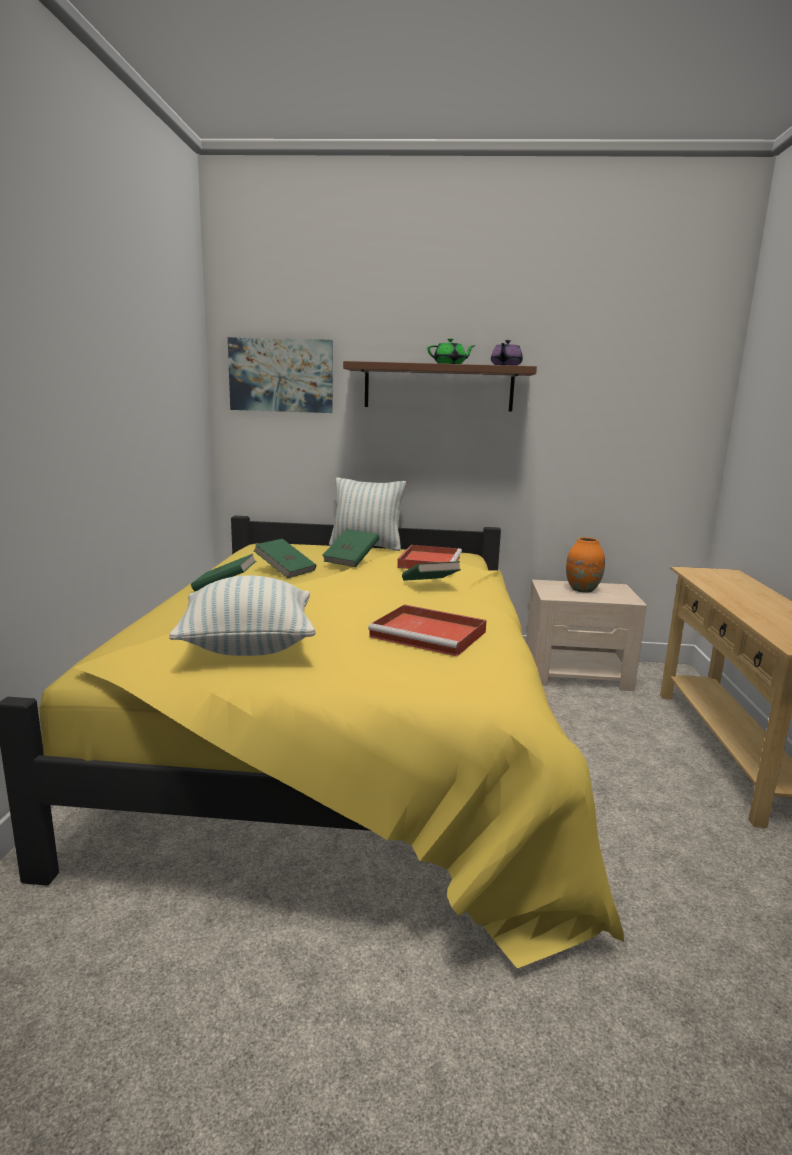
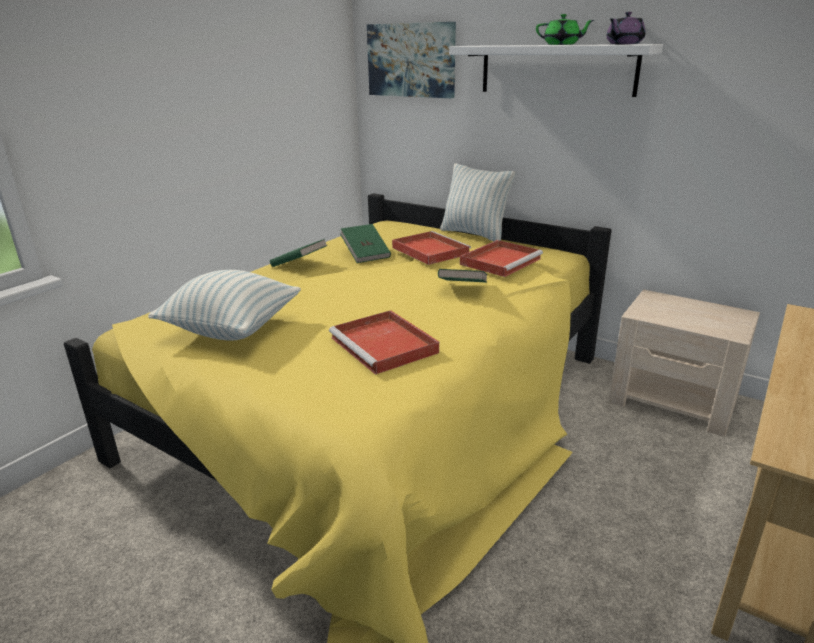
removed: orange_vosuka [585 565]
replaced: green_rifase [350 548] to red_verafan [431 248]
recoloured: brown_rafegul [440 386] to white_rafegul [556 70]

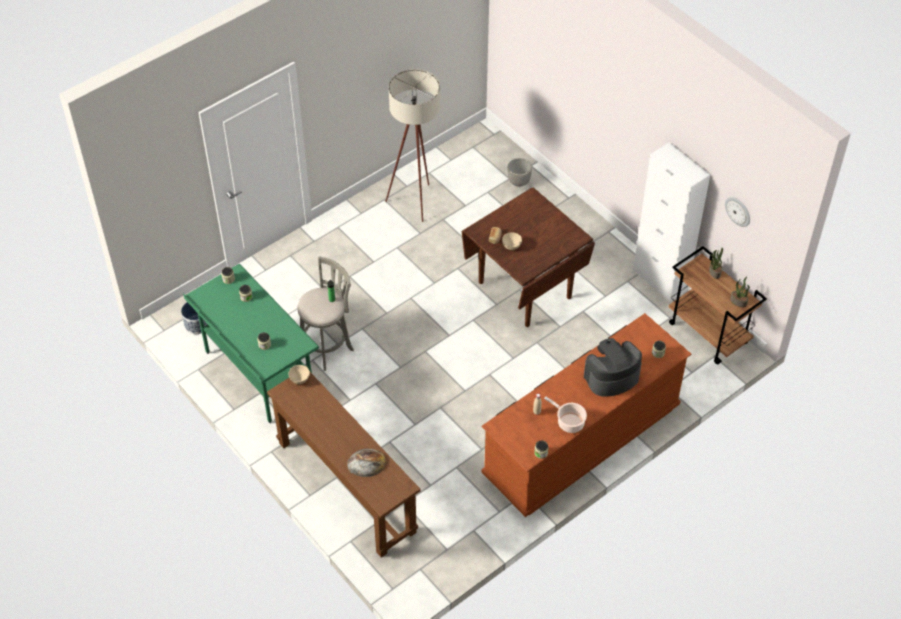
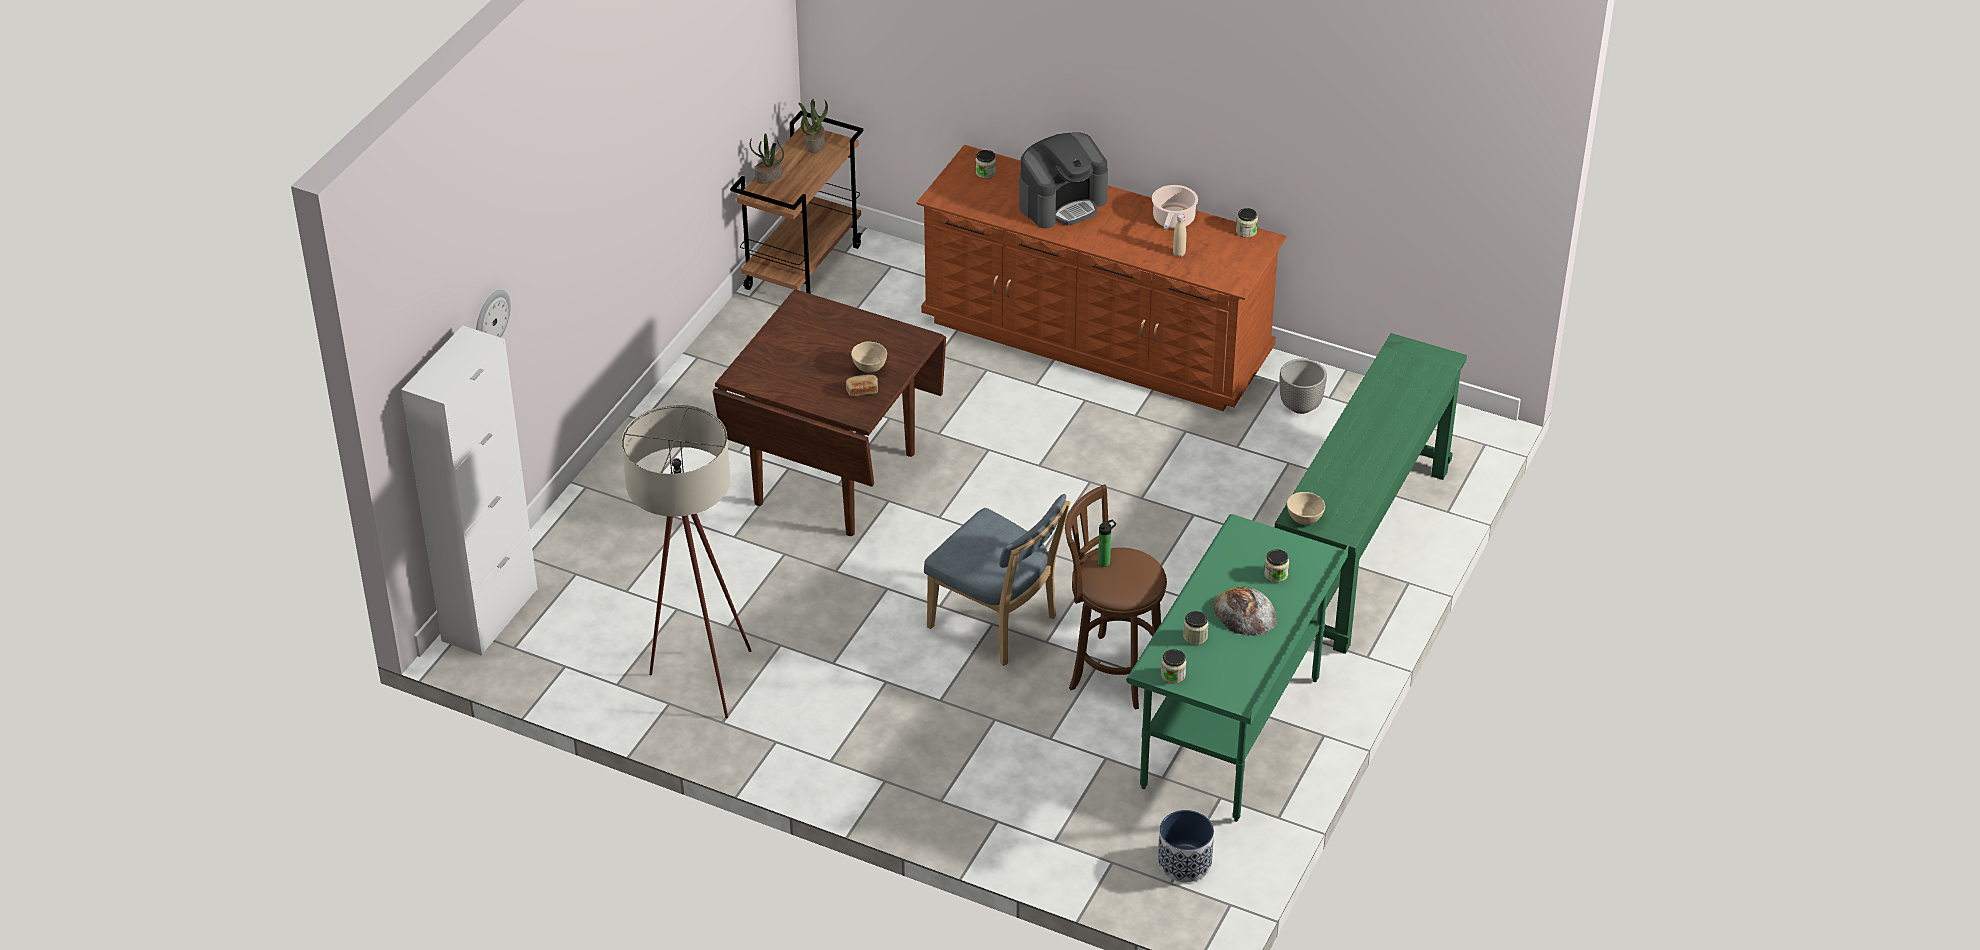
added: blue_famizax [997 580]
moved: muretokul [366 463] to [1245 611]; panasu [519 172] to [1303 386]; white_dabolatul [671 223] to [469 490]; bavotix [737 212] to [493 314]
recoloured: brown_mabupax [344 465] to green_mabupax [1371 493]; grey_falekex [325 314] to brown_falekex [1116 597]
turned: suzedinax [613 367] = [1063 180] 75 degrees counterclockwise

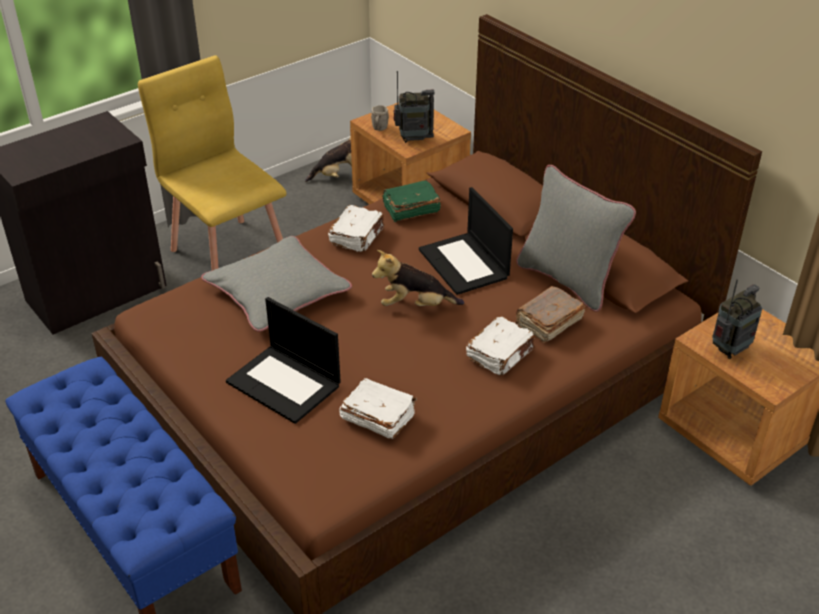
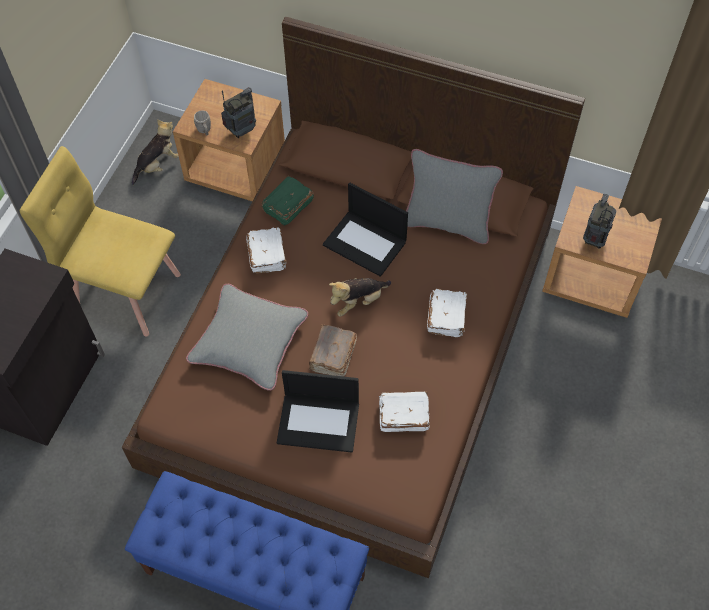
moved: brown_rifase [550 314] to [333 351]

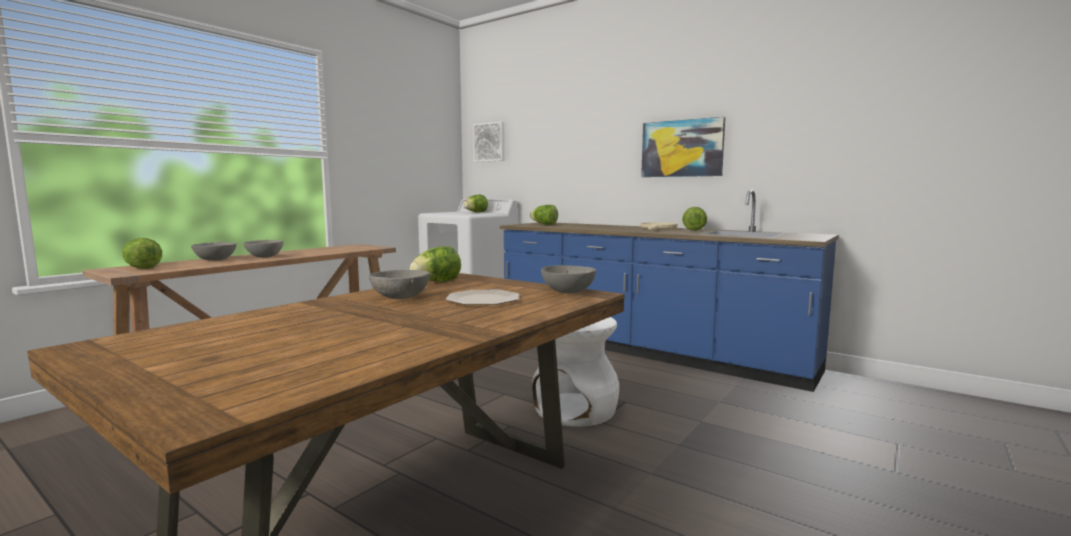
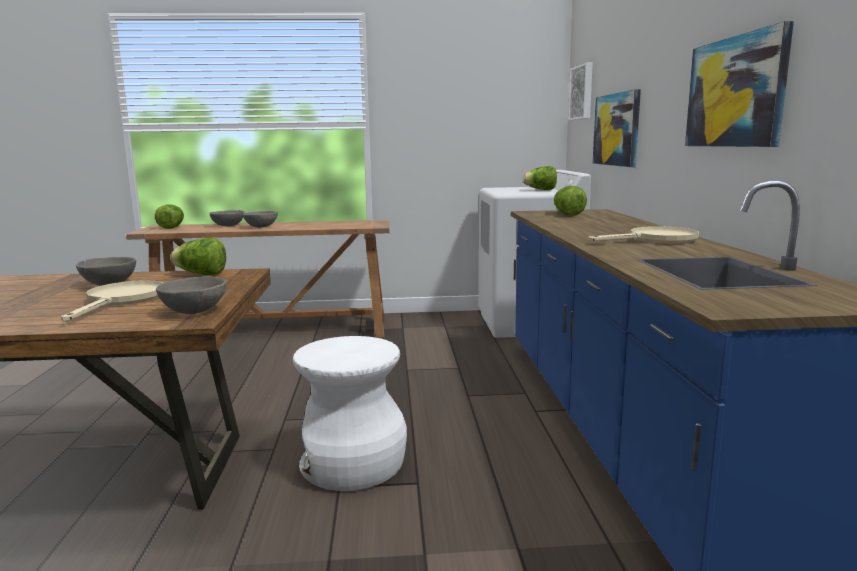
removed: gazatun [694 218]
added: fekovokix [617 128]
replaced: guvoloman [482 297] to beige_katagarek [112 301]

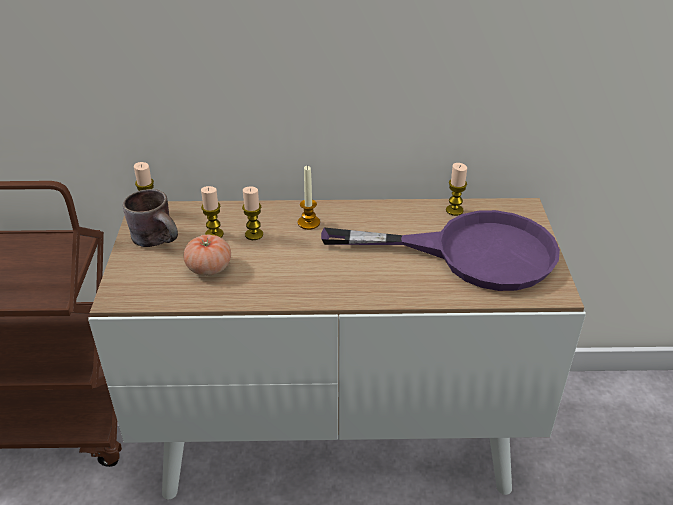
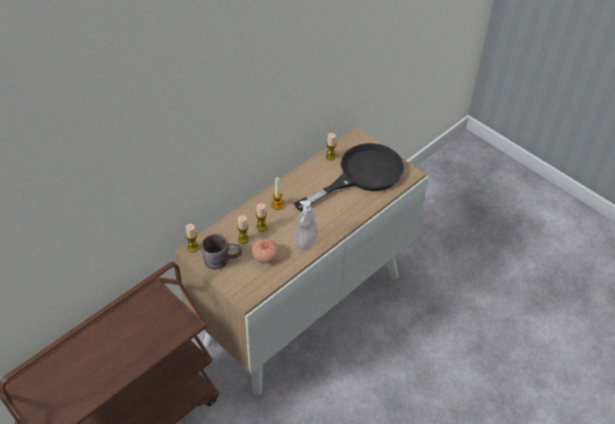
added: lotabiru [306 225]
recoloured: purple_katagarek [440 250] to black_katagarek [348 177]

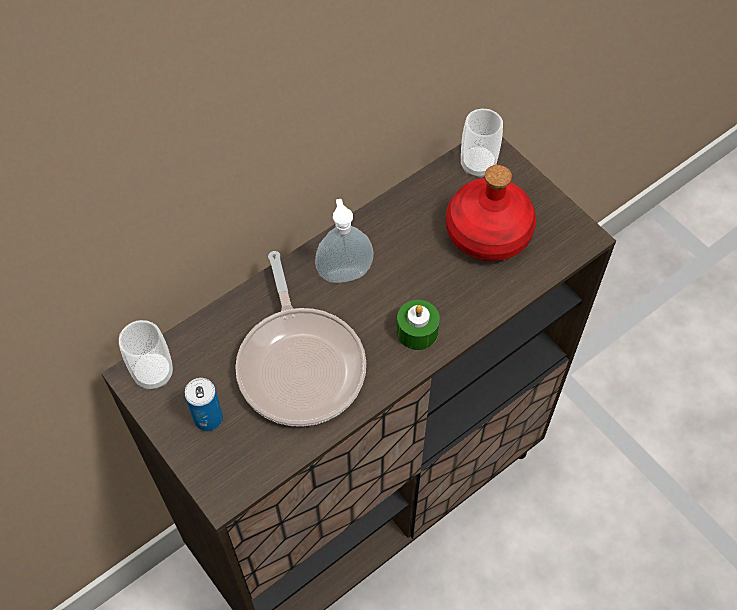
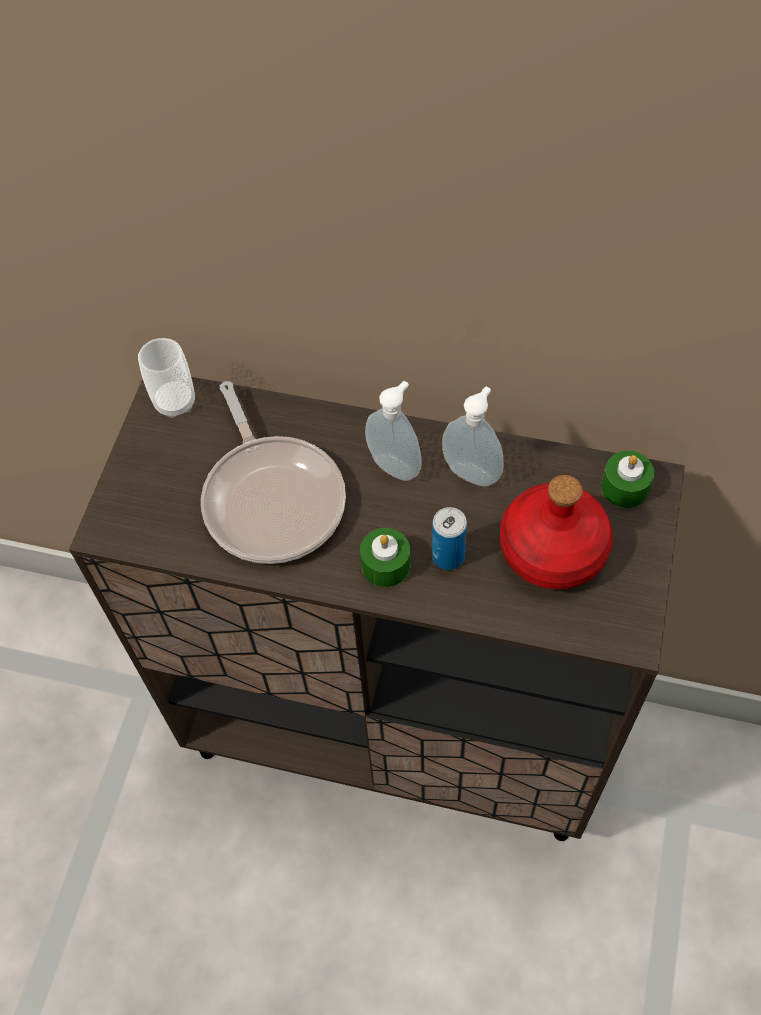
added: lotabiru [473 436]
moved: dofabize [204 404] to [449 538]
replaced: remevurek [482 143] to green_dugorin [628 479]
turned: katagarek [300 339] = [273 472] 60 degrees counterclockwise

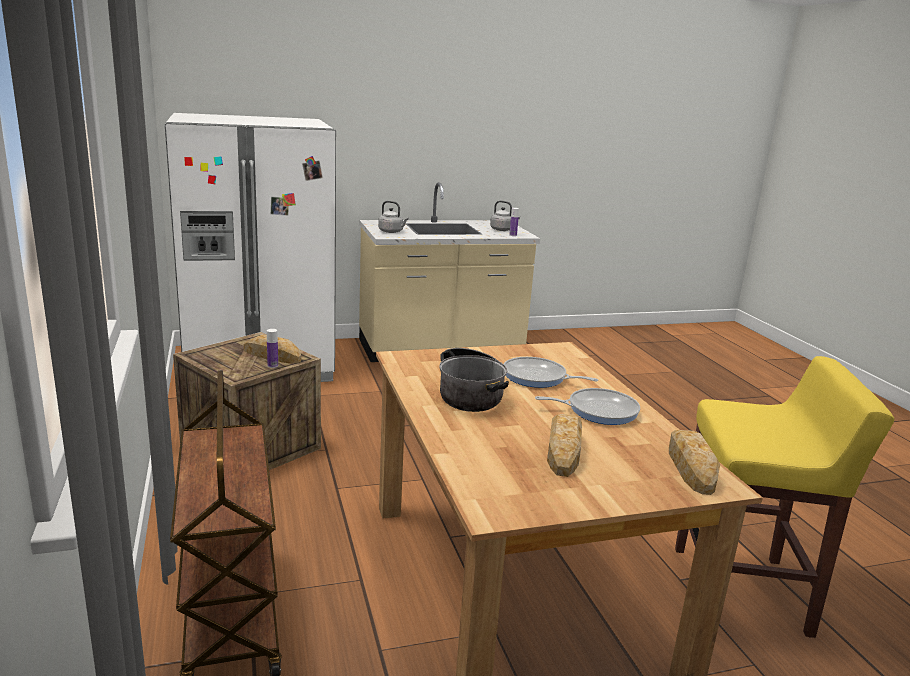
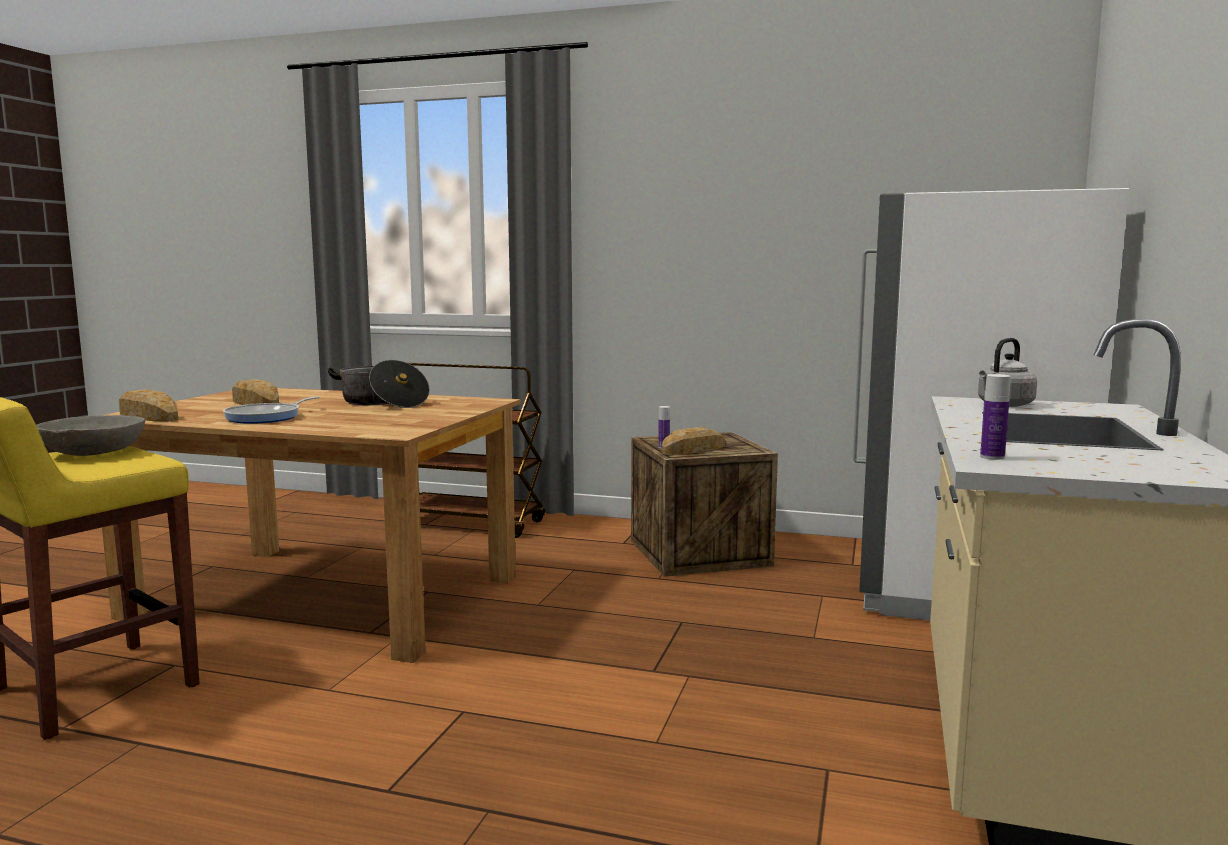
removed: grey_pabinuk [505 216]; katagarek [551 372]
added: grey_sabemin [90 435]

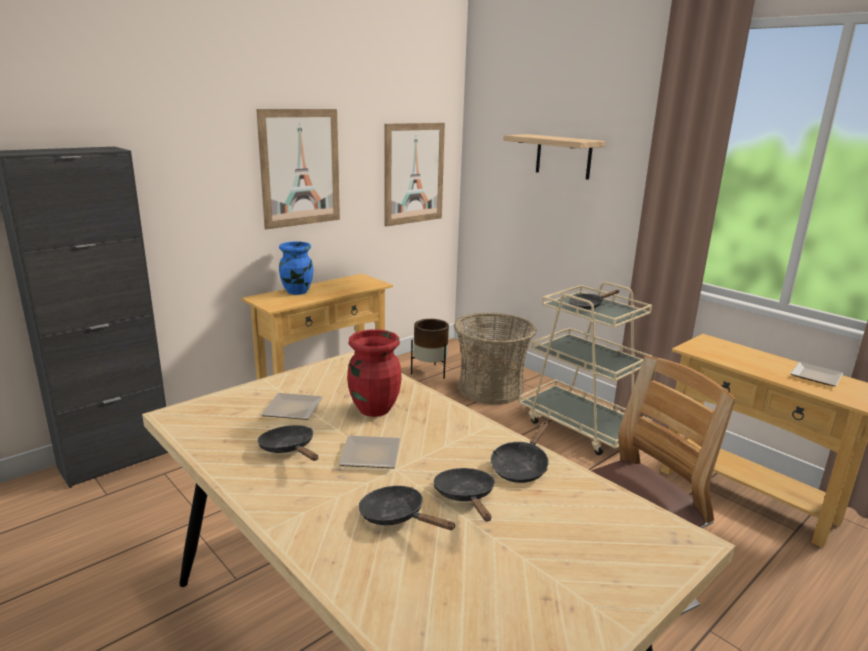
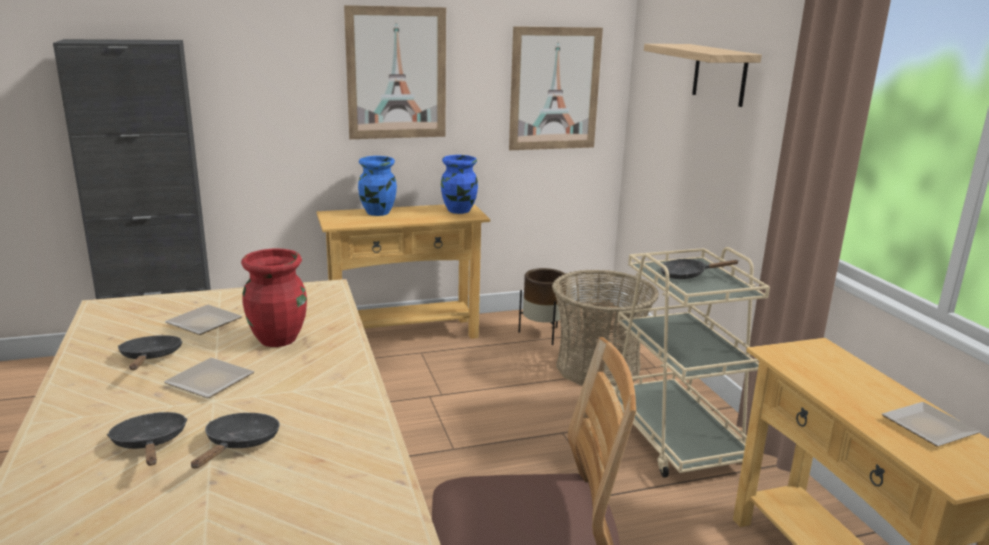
removed: black_katagarek [520 452]
added: blue_vosuka [459 184]

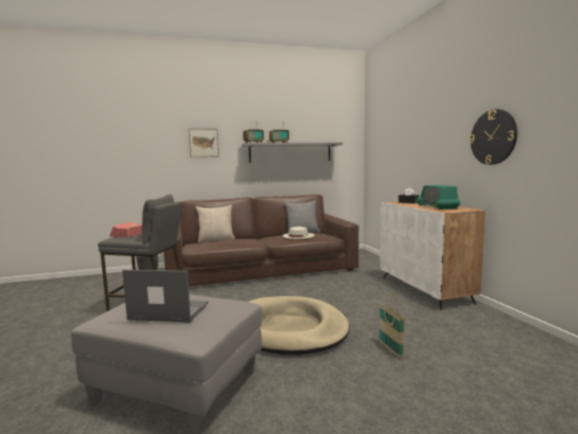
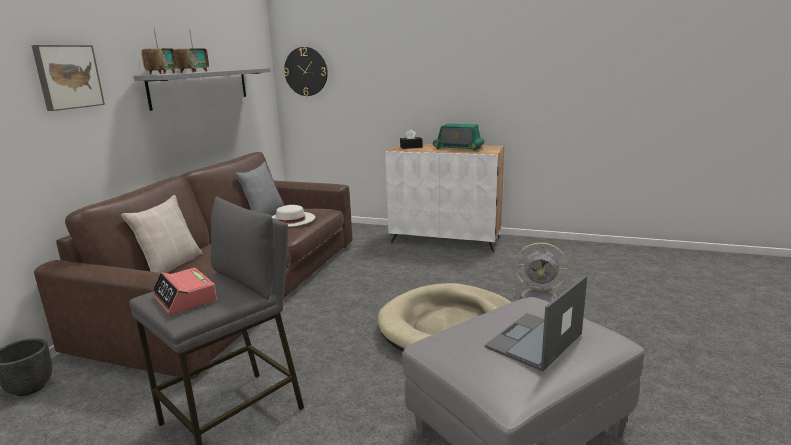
moved: bavotix [493 137] to [306 71]
replaced: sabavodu [392 325] to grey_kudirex [540 272]

